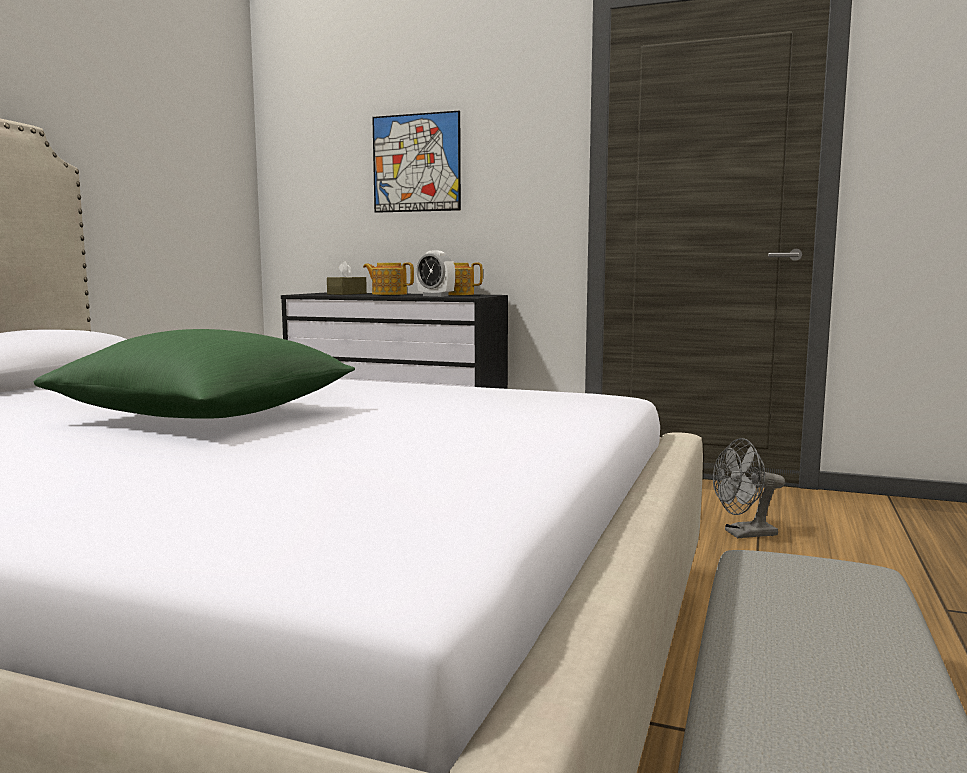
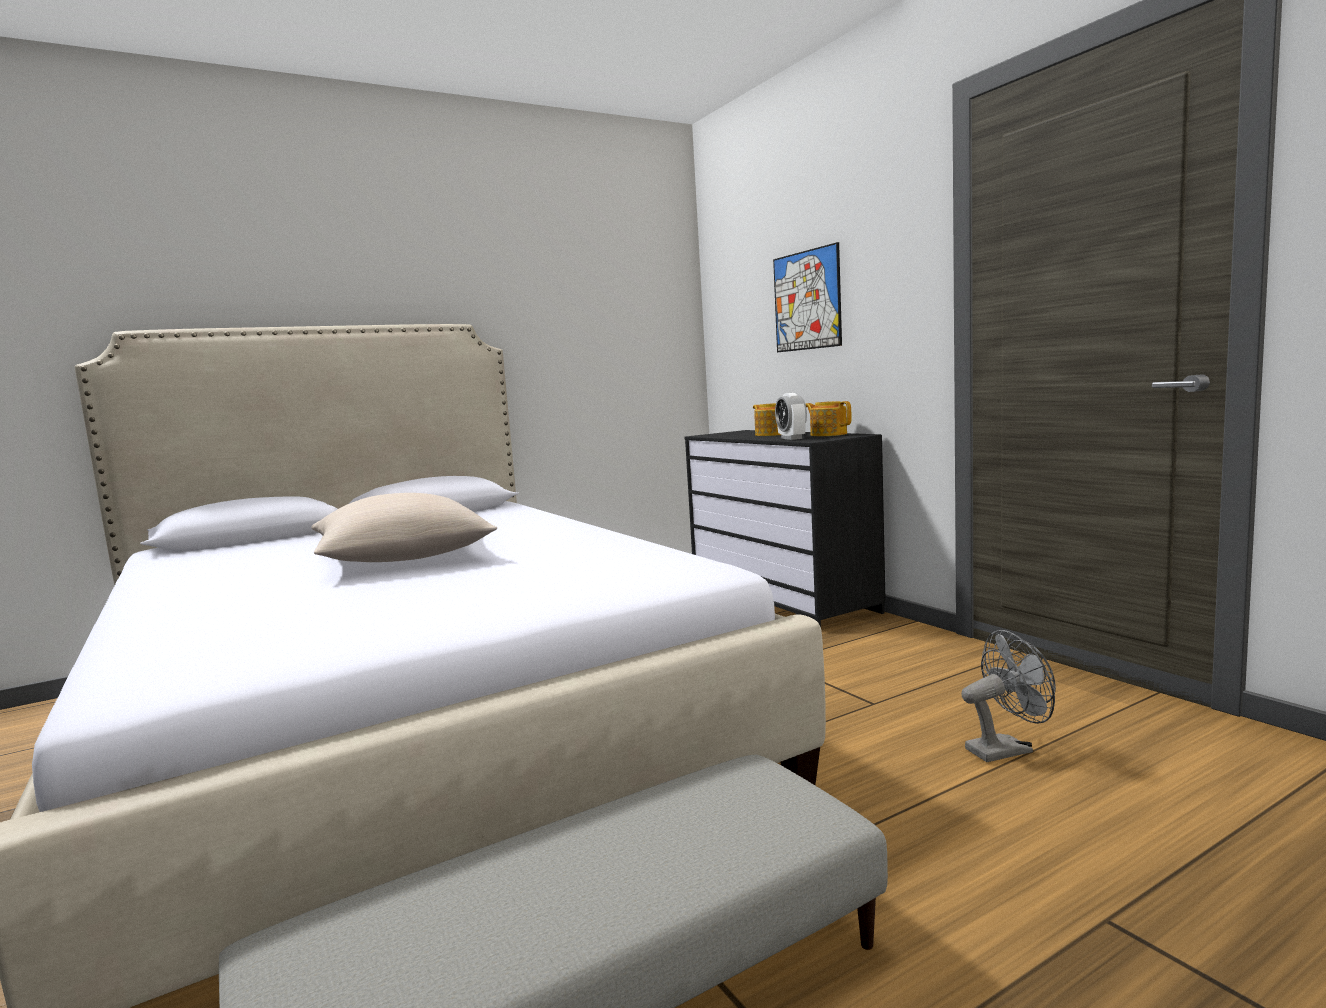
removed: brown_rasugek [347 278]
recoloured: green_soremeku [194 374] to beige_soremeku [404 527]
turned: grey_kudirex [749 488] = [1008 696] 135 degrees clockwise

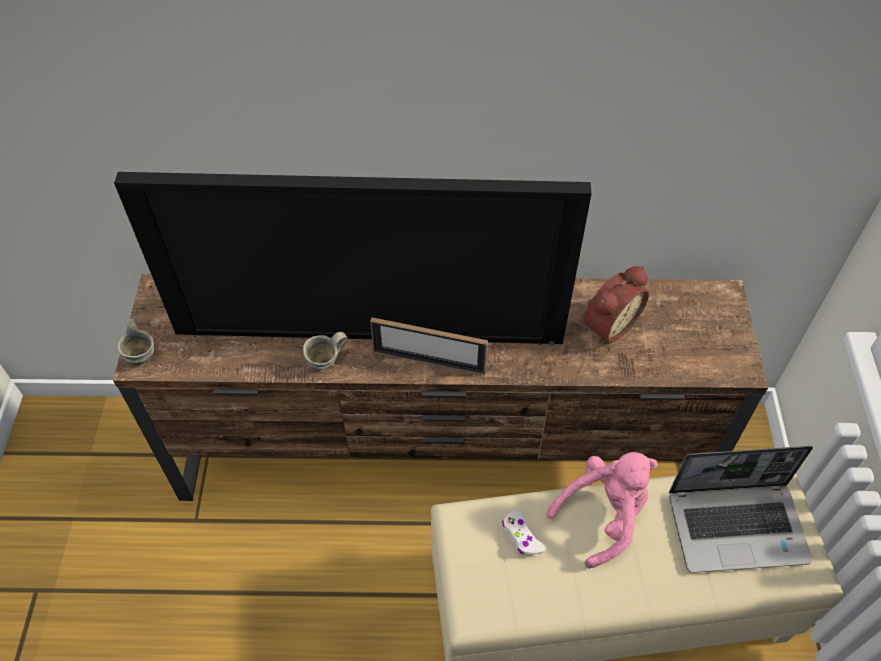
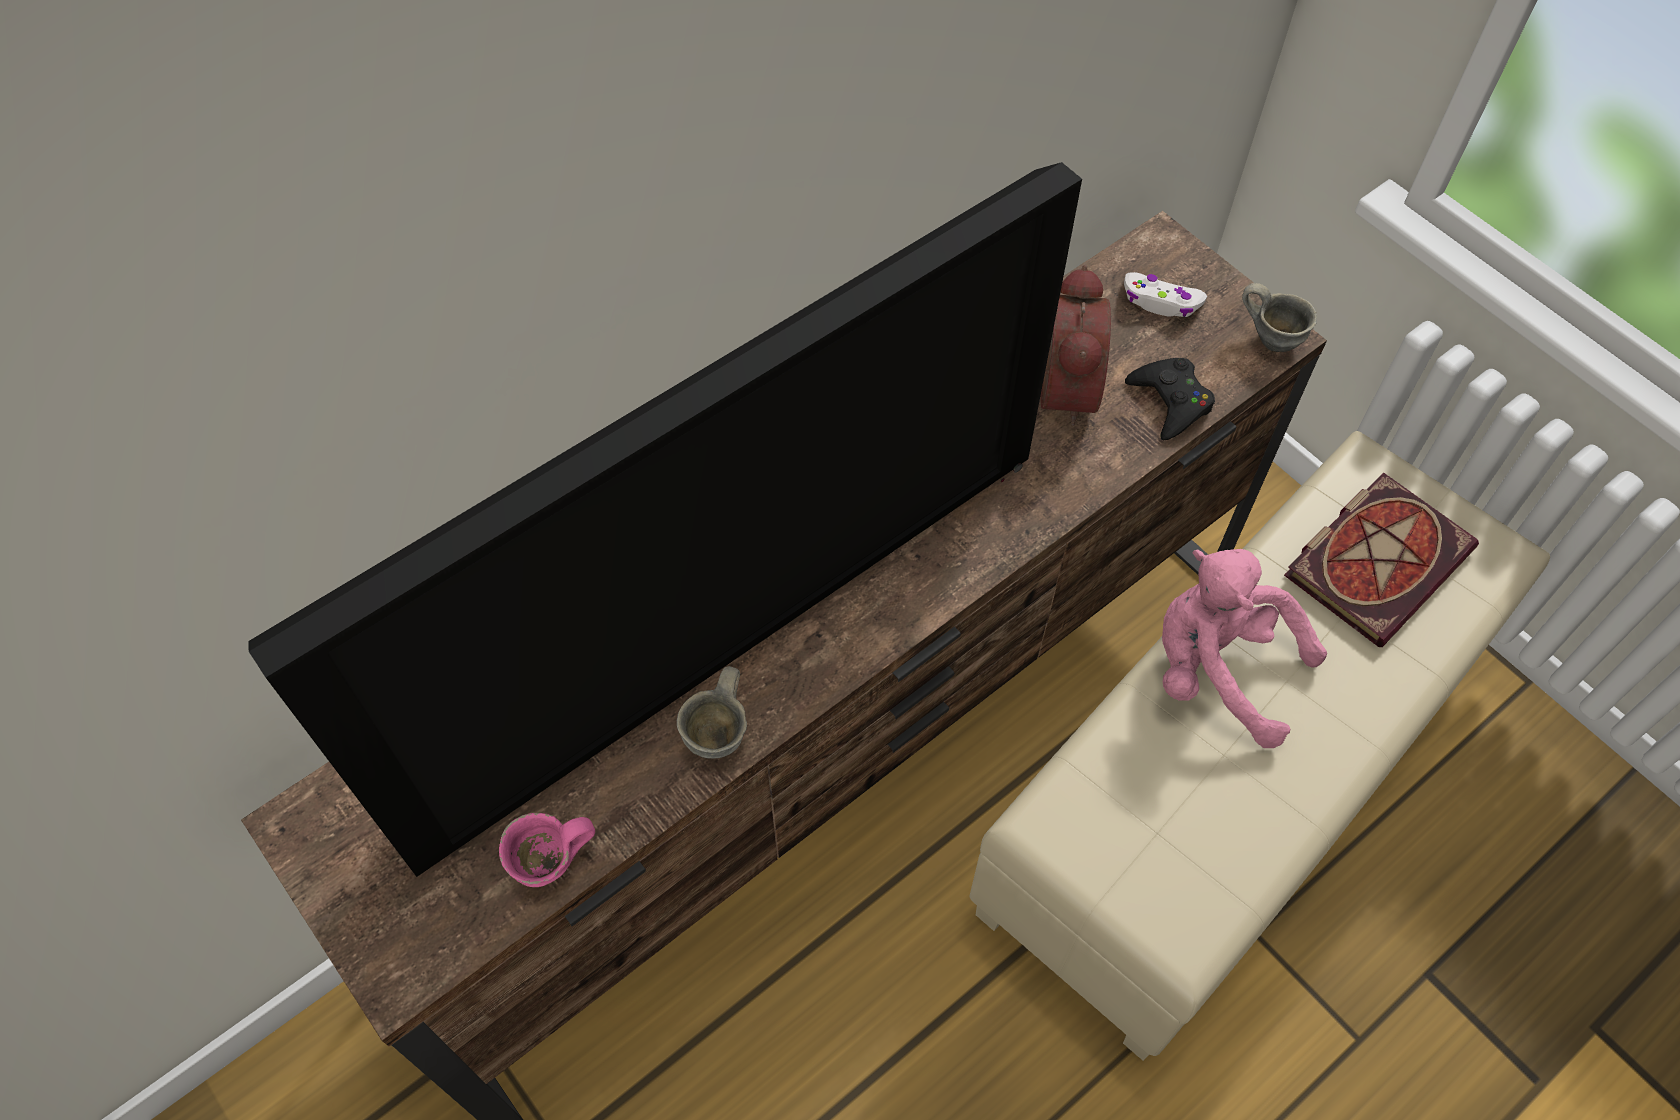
removed: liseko [429 346]
added: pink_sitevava [547 850]; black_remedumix [1170 399]
moved: grey_sitevava [135 341] to [1279 317]; white_remedumix [524 532] to [1165 294]
replaced: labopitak [741 509] to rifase [1381 560]
turned: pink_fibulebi [602 510] = [1244 648] 75 degrees counterclockwise

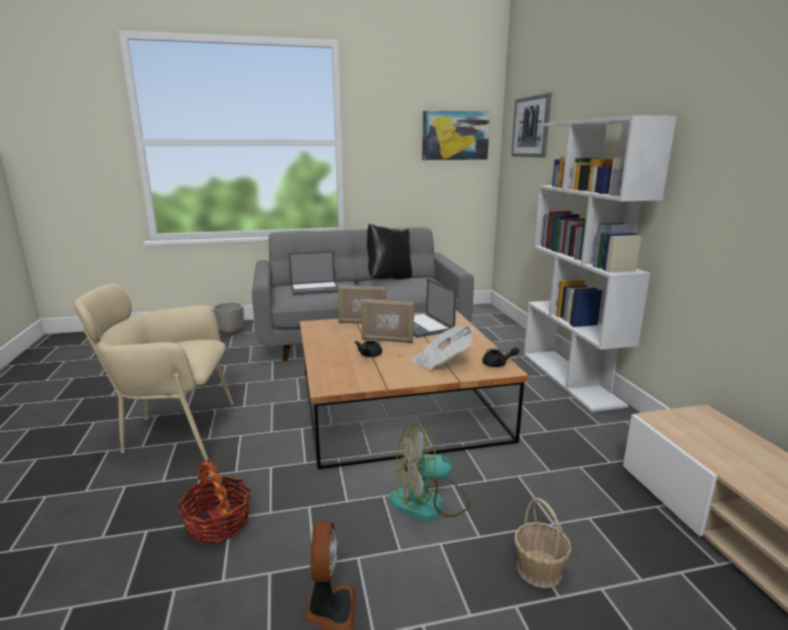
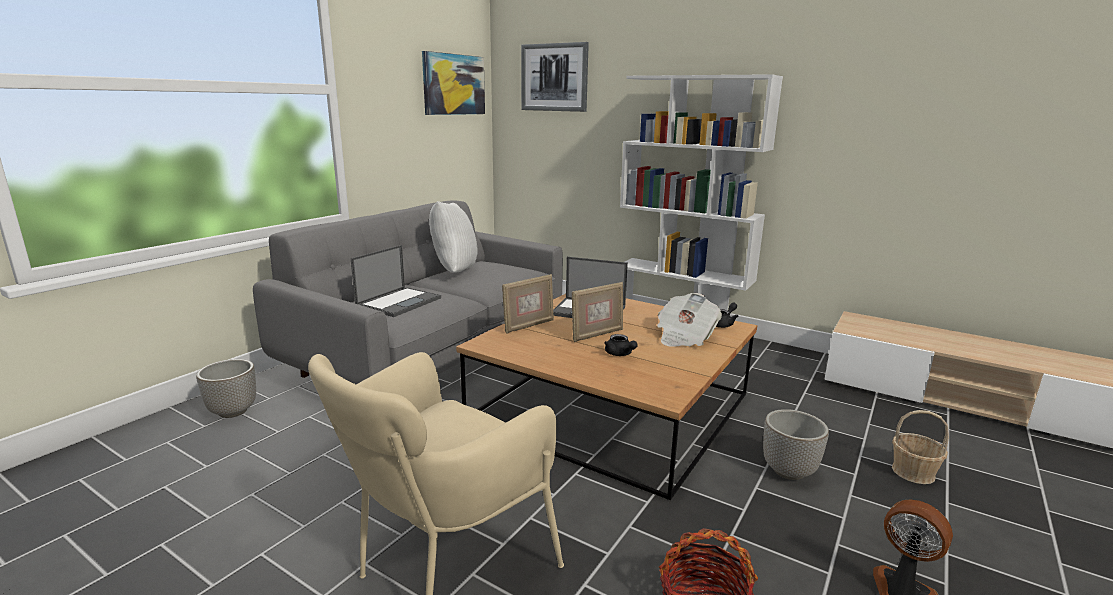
replaced: kudirex [430 472] to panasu [796 444]
recoloured: black_soremeku [389 251] to white_soremeku [453 237]

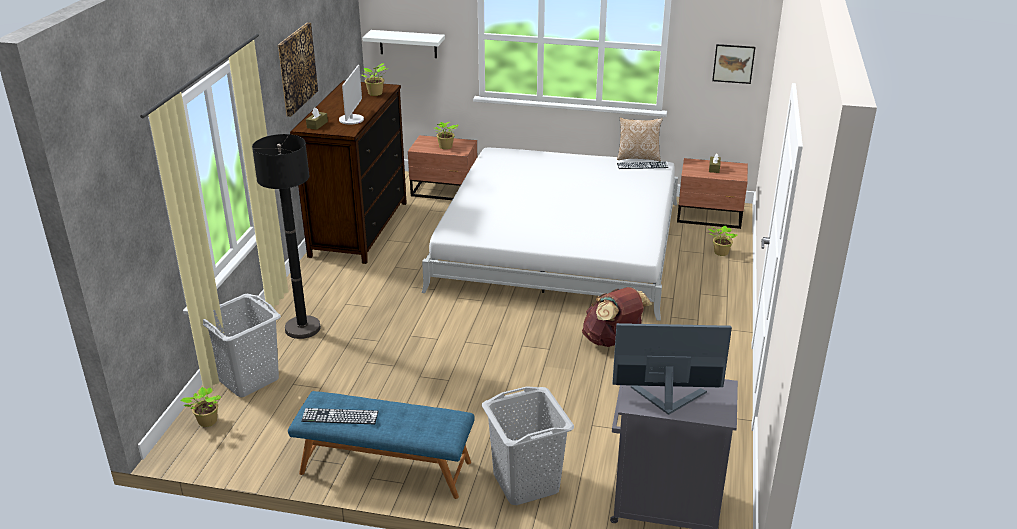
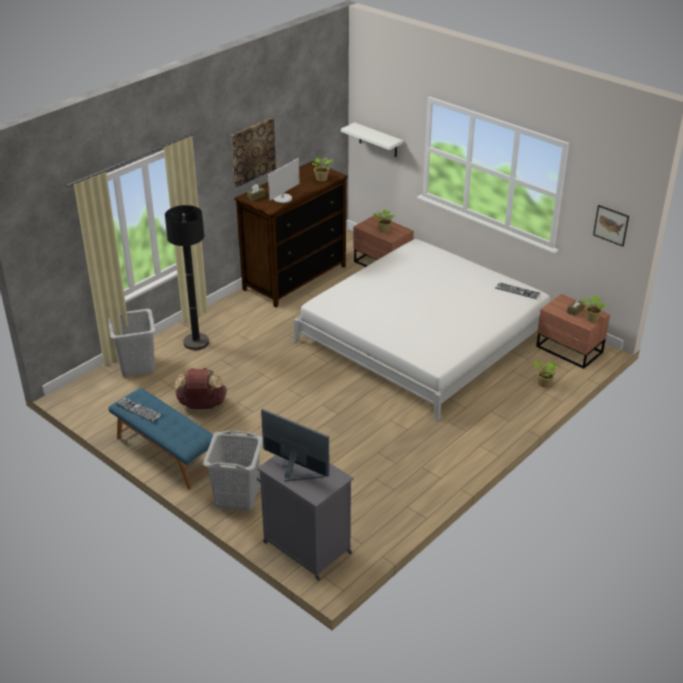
removed: soremeku [640 139]
moved: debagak [200 407] to [594 309]; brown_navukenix [617 317] to [201 388]

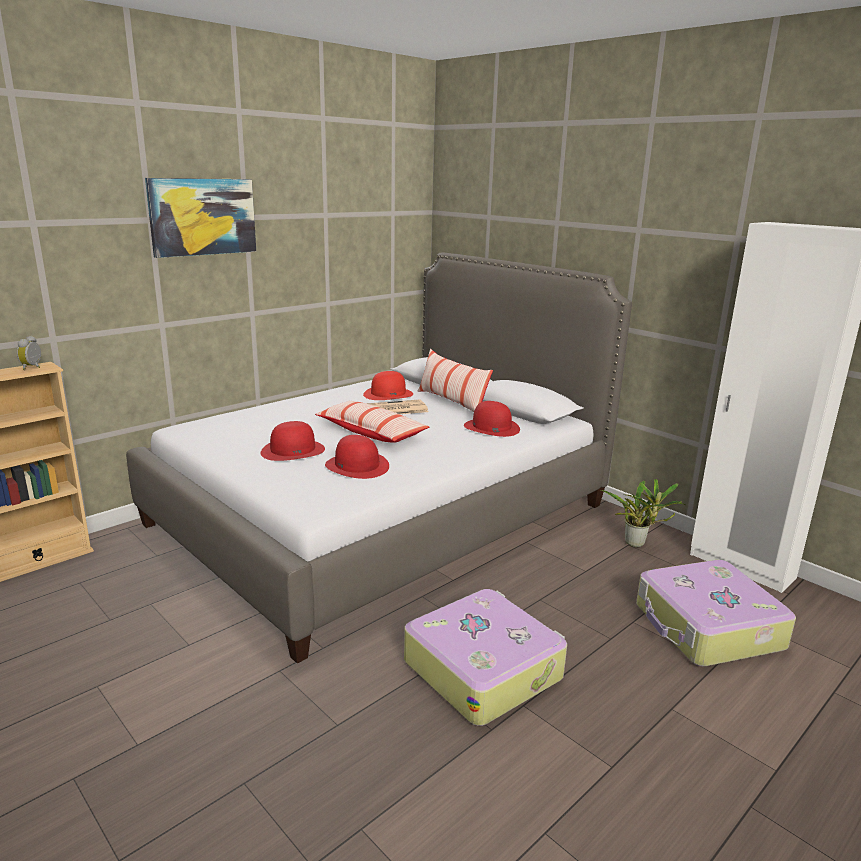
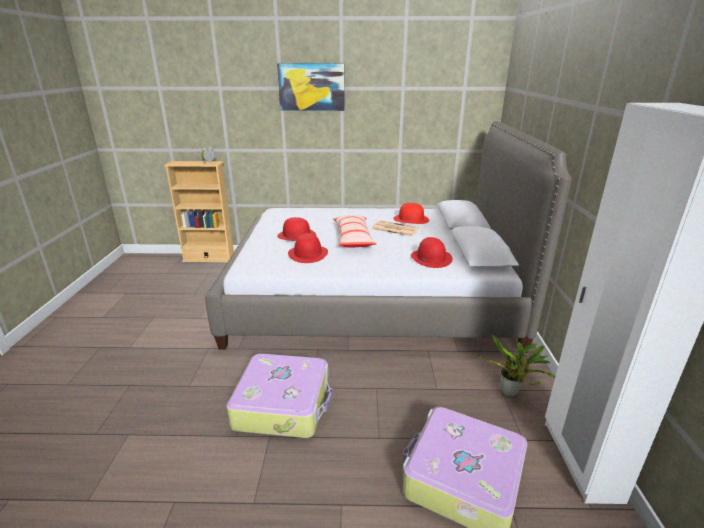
removed: soremeku [455 380]

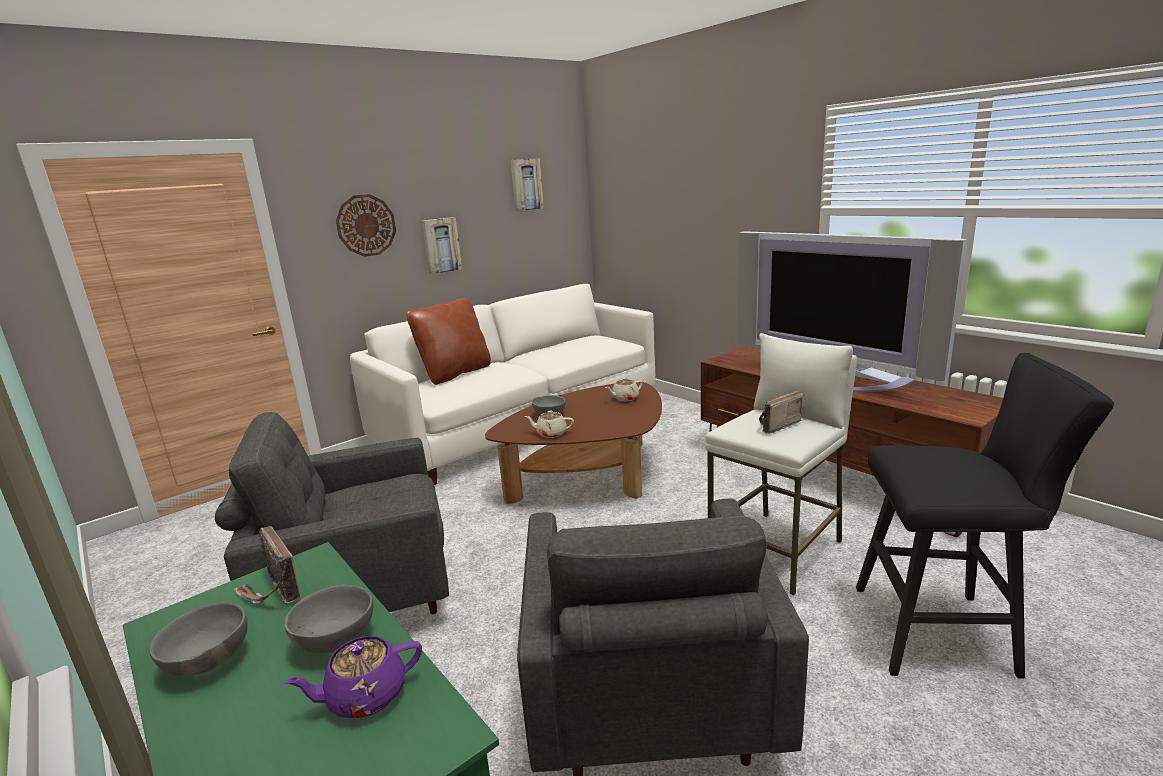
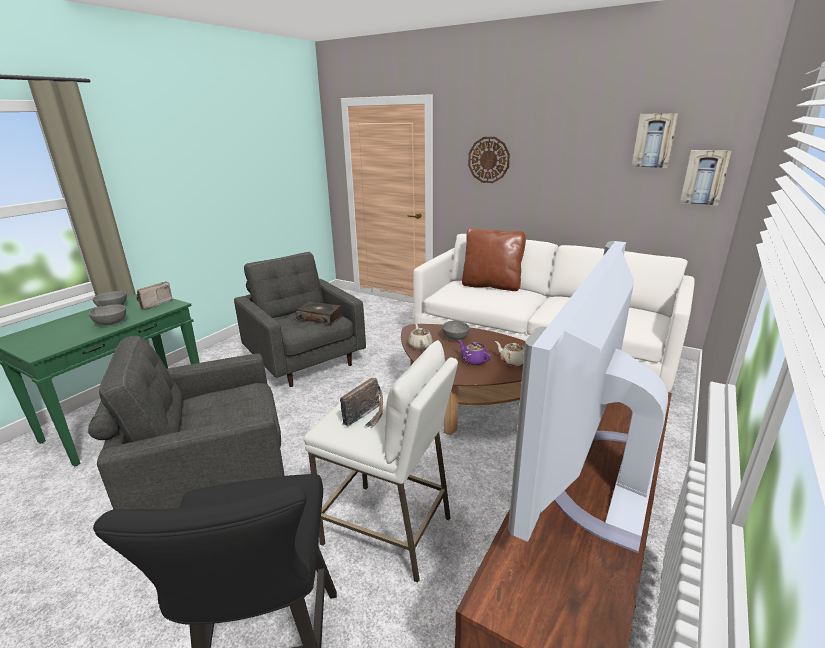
added: rifase [319 313]
moved: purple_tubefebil [353 677] to [474 352]; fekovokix [442 245] to [706 177]
turned: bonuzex [781 412] = [361 403] 90 degrees clockwise

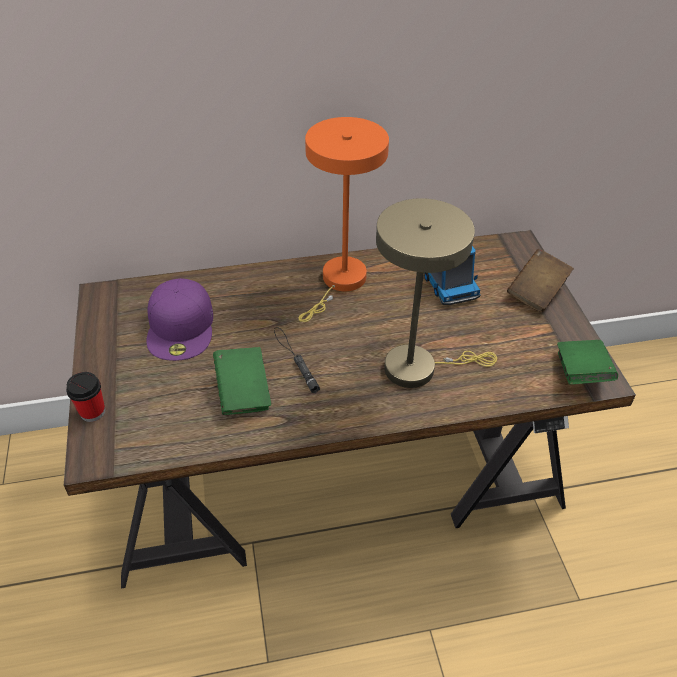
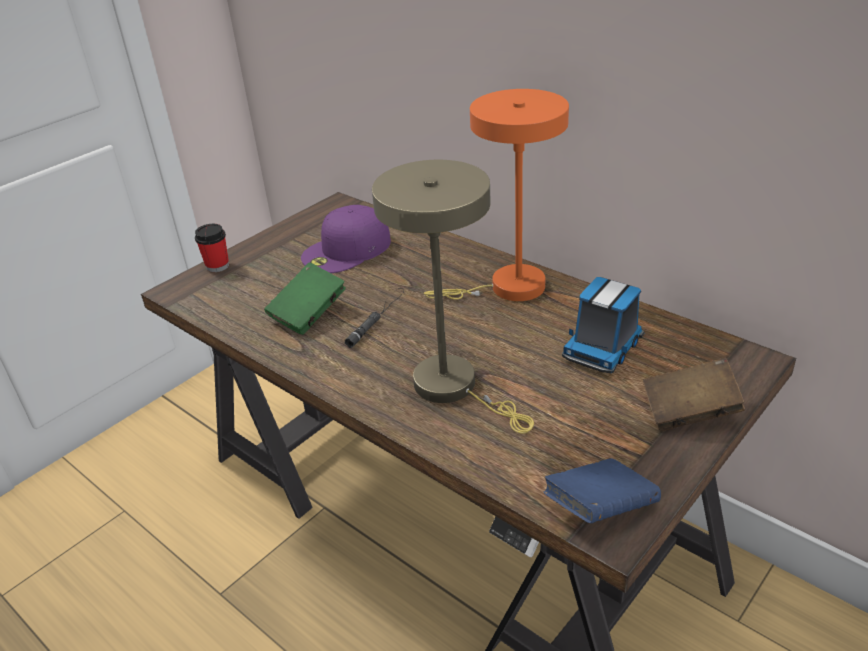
recoloured: green_rifase [587 362] to blue_rifase [602 491]

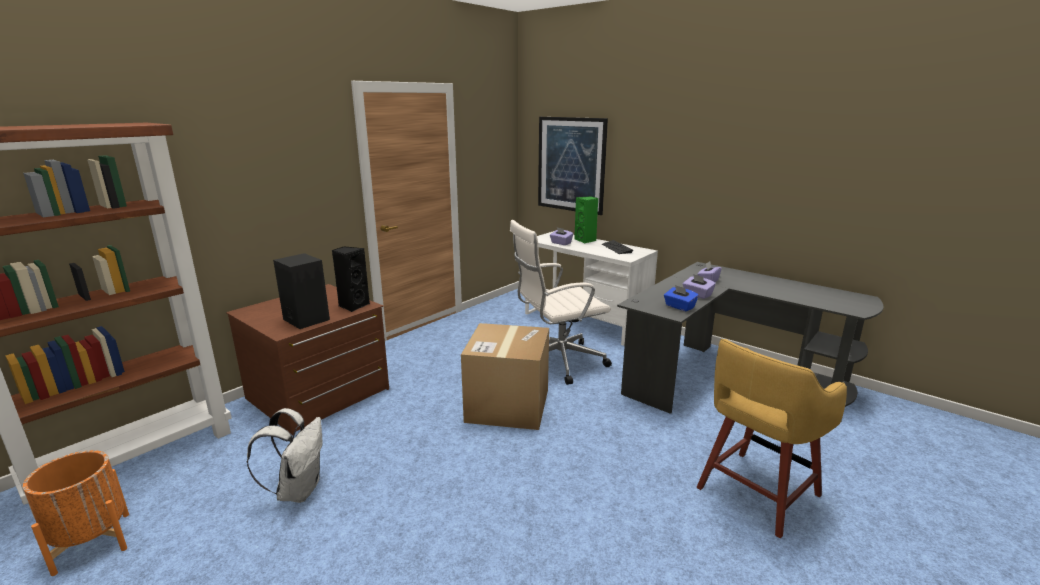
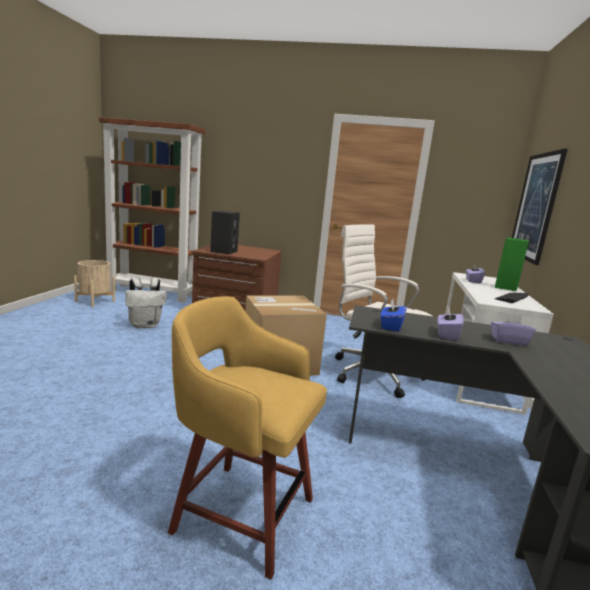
removed: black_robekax [351 279]
recoloured: orange_panasu [76 513] to beige_panasu [94 283]

